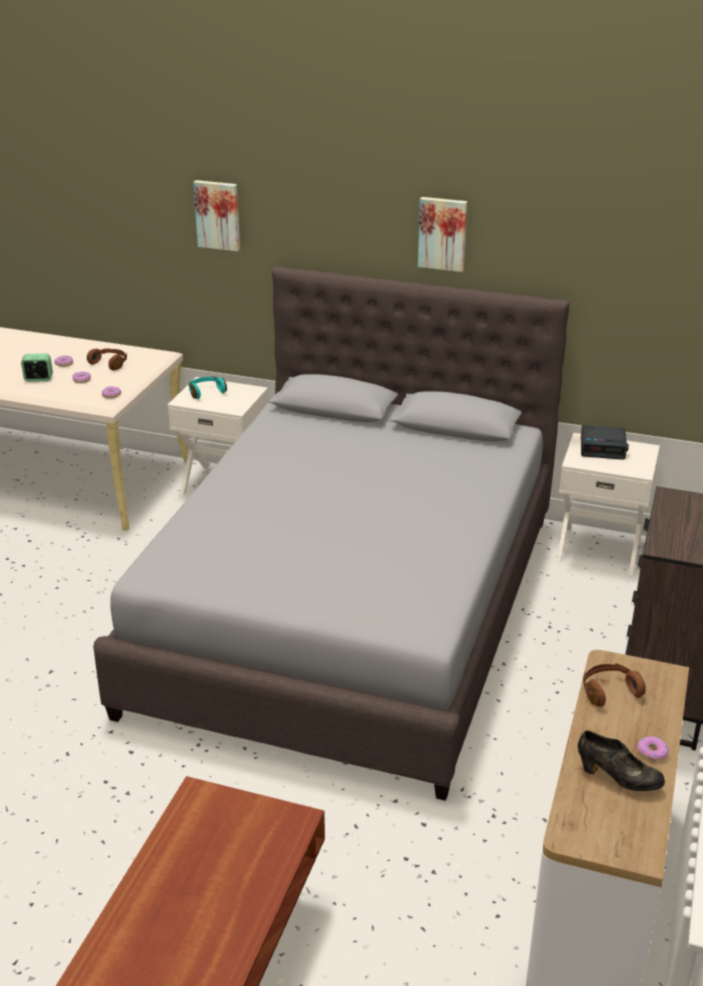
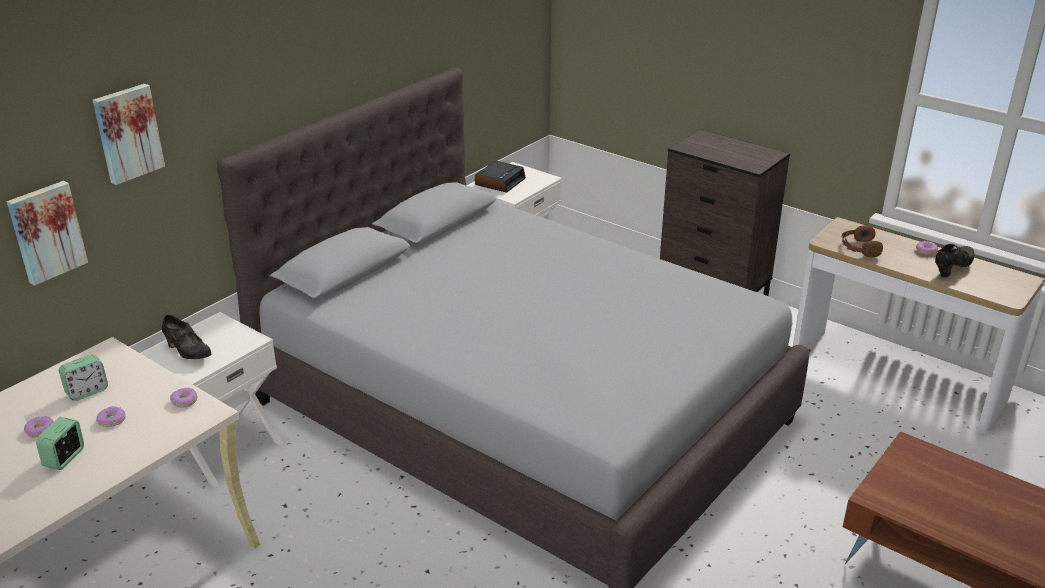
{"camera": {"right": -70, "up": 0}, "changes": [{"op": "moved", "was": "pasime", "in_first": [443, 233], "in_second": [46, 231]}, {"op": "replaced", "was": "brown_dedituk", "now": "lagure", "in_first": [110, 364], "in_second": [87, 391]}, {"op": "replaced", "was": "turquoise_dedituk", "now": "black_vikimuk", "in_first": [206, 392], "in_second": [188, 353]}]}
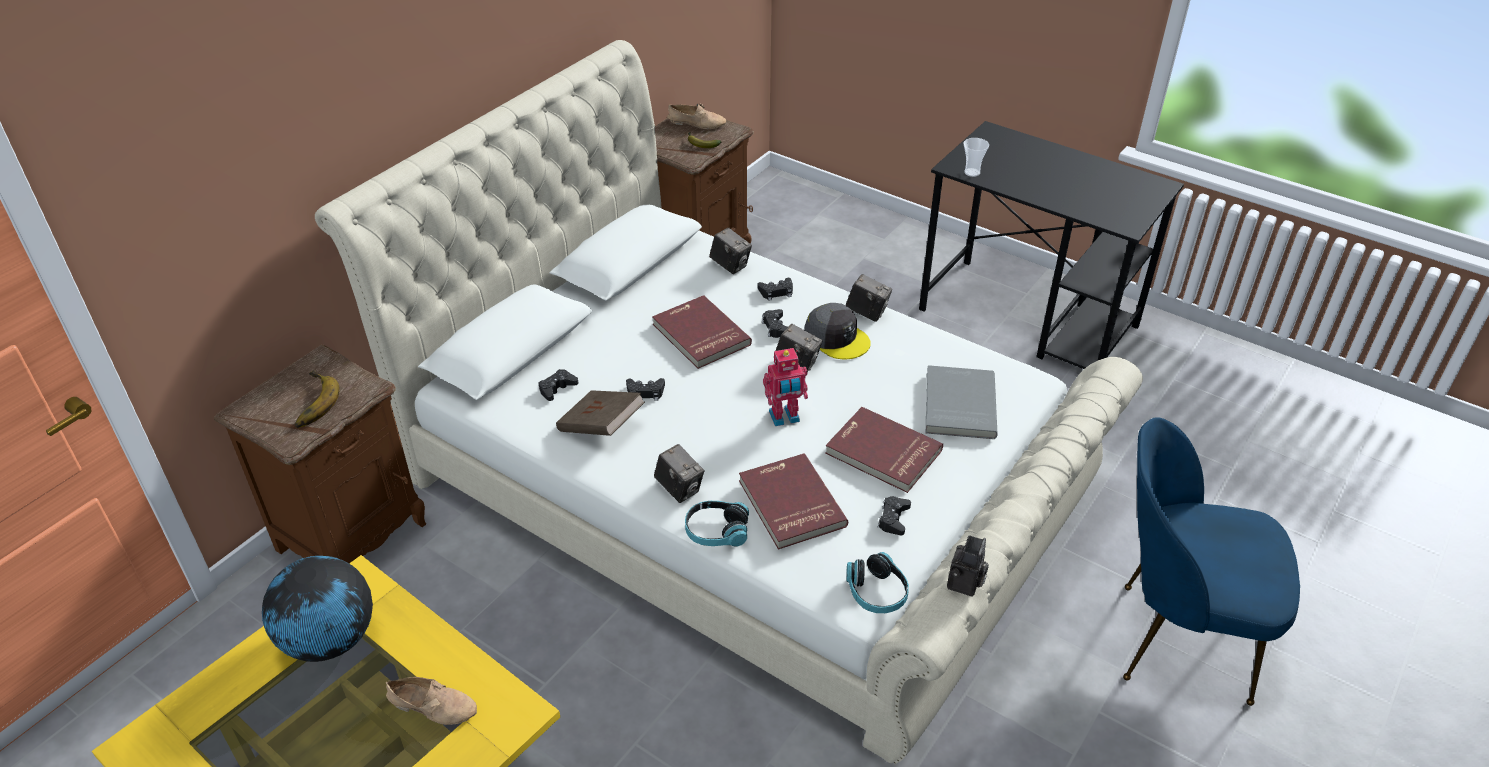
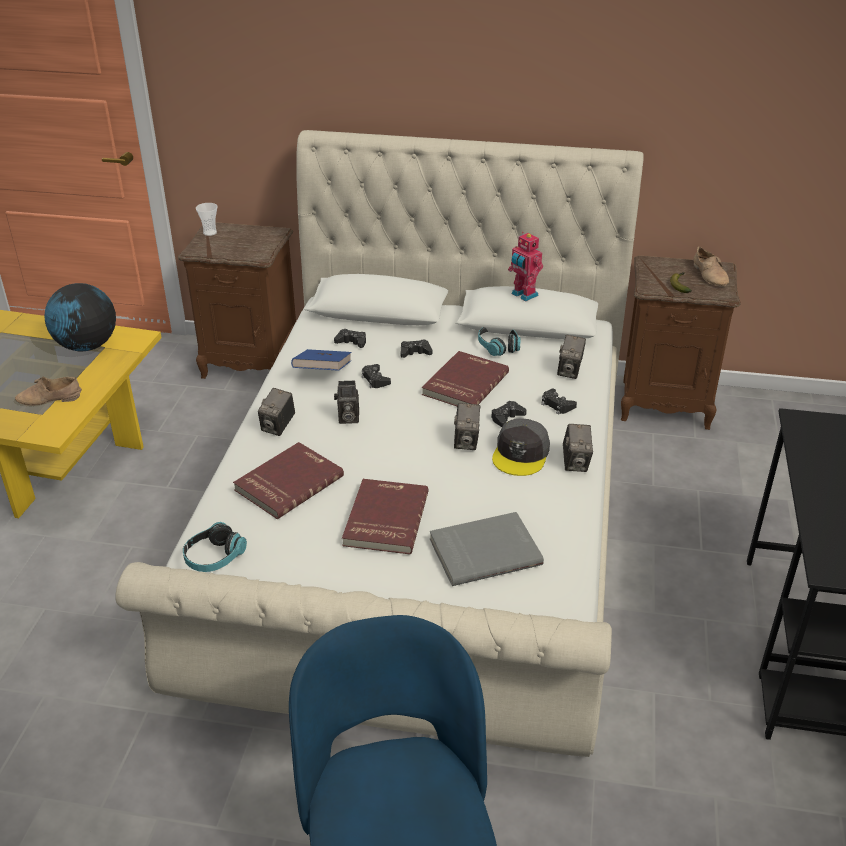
{"camera": {"right": 65, "up": -5}, "changes": [{"op": "removed", "was": "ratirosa", "in_first": [310, 403]}, {"op": "moved", "was": "dedituk", "in_first": [716, 531], "in_second": [498, 346]}, {"op": "moved", "was": "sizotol", "in_first": [784, 418], "in_second": [523, 295]}, {"op": "moved", "was": "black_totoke", "in_first": [893, 519], "in_second": [415, 352]}, {"op": "moved", "was": "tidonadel", "in_first": [965, 585], "in_second": [347, 418]}, {"op": "moved", "was": "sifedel", "in_first": [972, 172], "in_second": [210, 233]}, {"op": "recoloured", "was": "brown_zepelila", "now": "blue_zepelila", "in_first": [601, 427], "in_second": [323, 373]}, {"op": "turned", "was": "beige_vikimuk", "in_first": [434, 704], "in_second": [49, 399], "clockwise": 90}]}
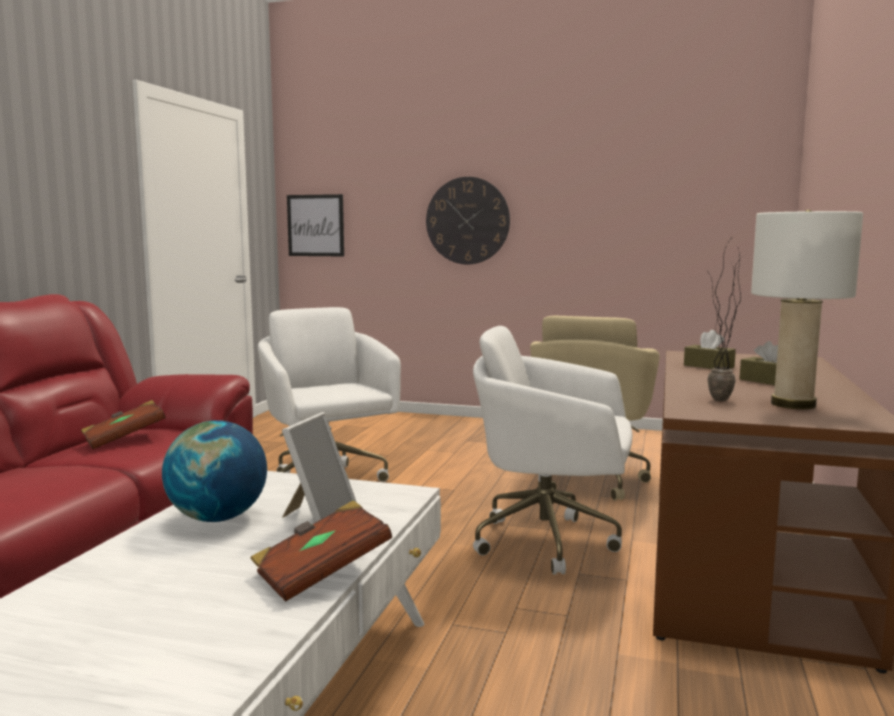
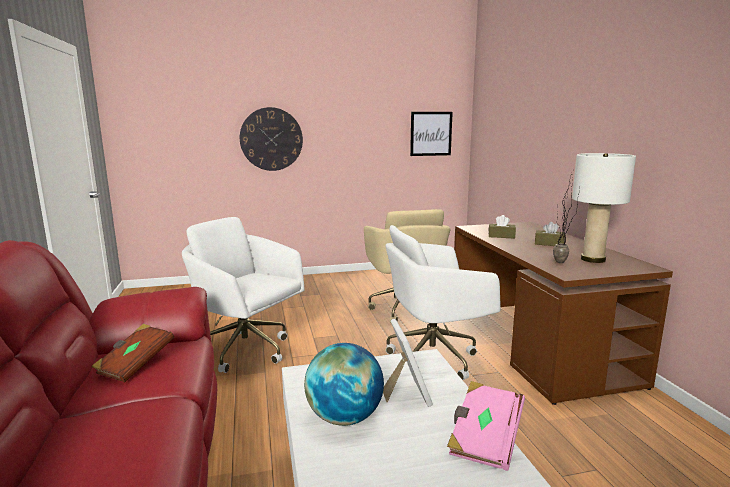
{"camera": {"right": -30, "up": 5}, "changes": [{"op": "moved", "was": "pasime", "in_first": [315, 225], "in_second": [431, 133]}, {"op": "recoloured", "was": "brown_zepelila", "now": "pink_zepelila", "in_first": [321, 573], "in_second": [484, 439]}]}
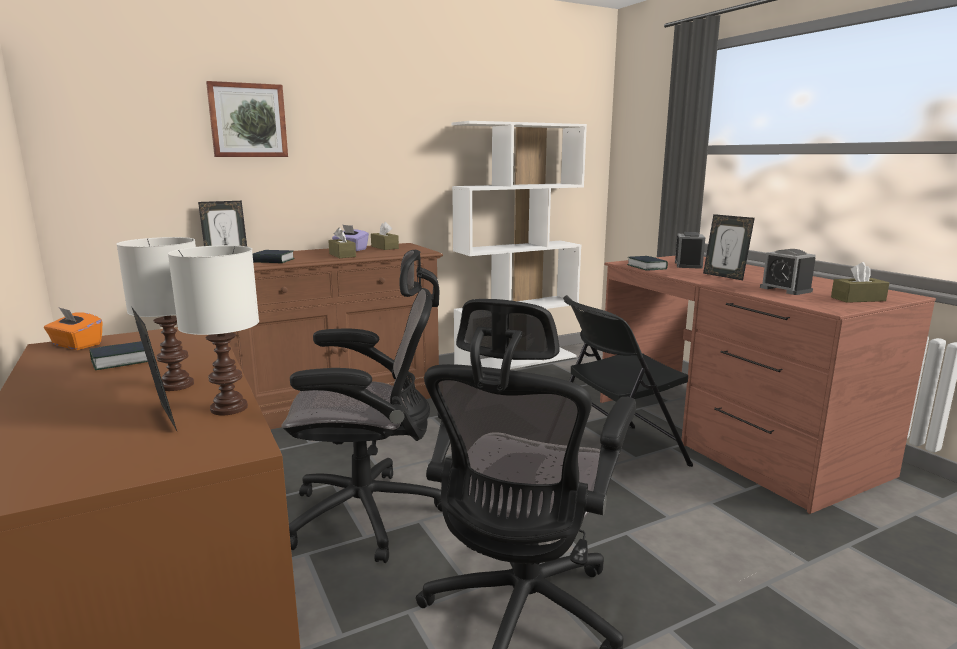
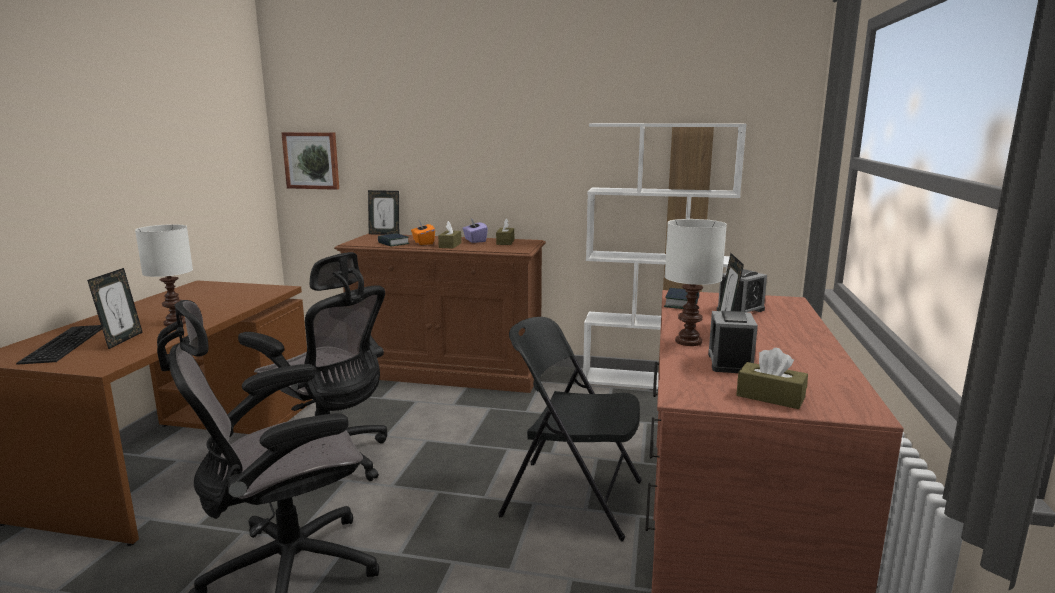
{"camera": {"right": 40, "up": 0}, "changes": [{"op": "removed", "was": "zepelila", "in_first": [122, 361]}, {"op": "added", "now": "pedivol", "in_second": [63, 343]}, {"op": "moved", "was": "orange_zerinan", "in_first": [76, 345], "in_second": [423, 243]}, {"op": "moved", "was": "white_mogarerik", "in_first": [230, 408], "in_second": [689, 341]}, {"op": "moved", "was": "pasime", "in_first": [248, 120], "in_second": [312, 160]}]}
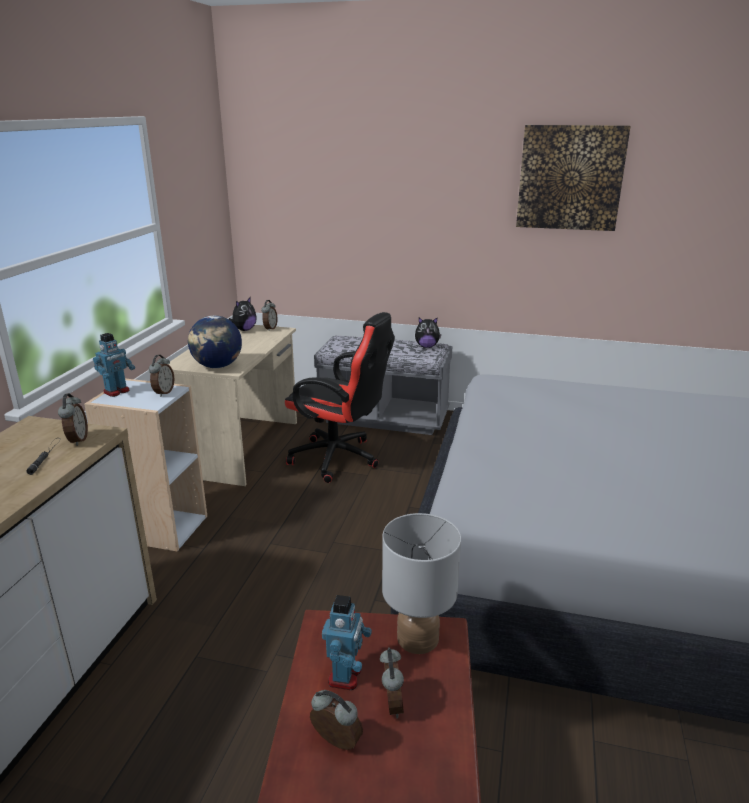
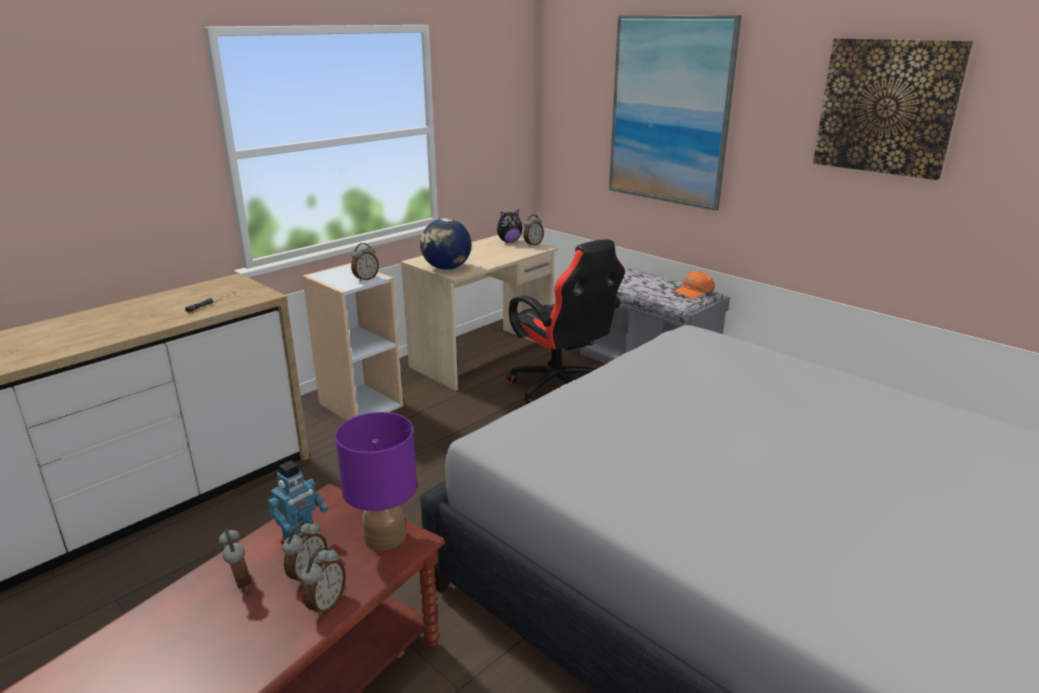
{"camera": {"right": 30, "up": 0}, "changes": [{"op": "removed", "was": "sizotol", "in_first": [117, 392]}, {"op": "added", "now": "pasime", "in_second": [670, 111]}, {"op": "moved", "was": "lagure", "in_first": [77, 440], "in_second": [326, 604]}, {"op": "replaced", "was": "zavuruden", "now": "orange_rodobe", "in_first": [427, 346], "in_second": [693, 291]}, {"op": "recoloured", "was": "grey_mogarerik", "now": "purple_mogarerik", "in_first": [418, 639], "in_second": [385, 538]}]}
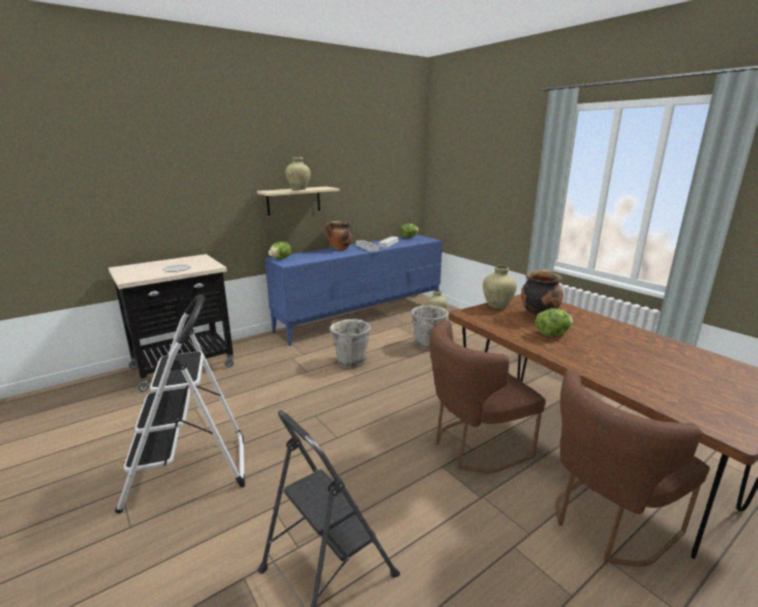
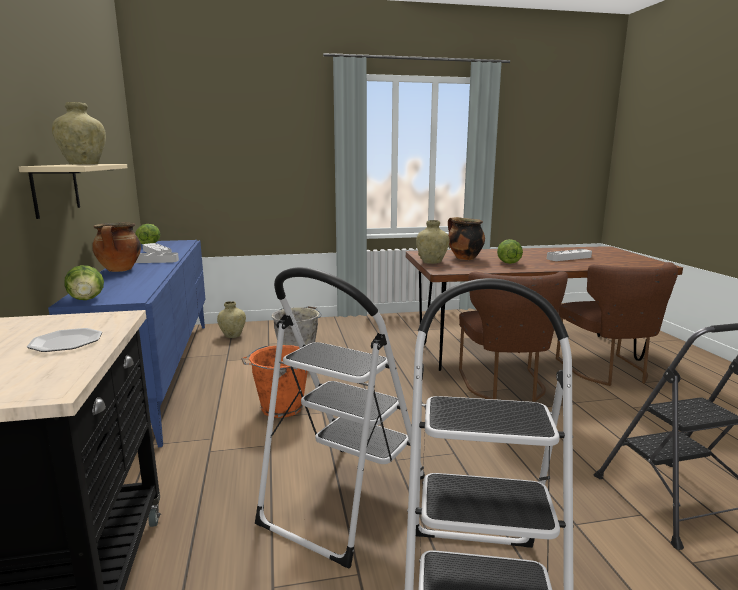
{"camera": {"right": -65, "up": -5}, "changes": [{"op": "added", "now": "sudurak", "in_second": [341, 501]}, {"op": "added", "now": "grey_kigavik", "in_second": [569, 258]}, {"op": "recoloured", "was": "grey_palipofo", "now": "orange_palipofo", "in_first": [350, 361], "in_second": [280, 408]}]}
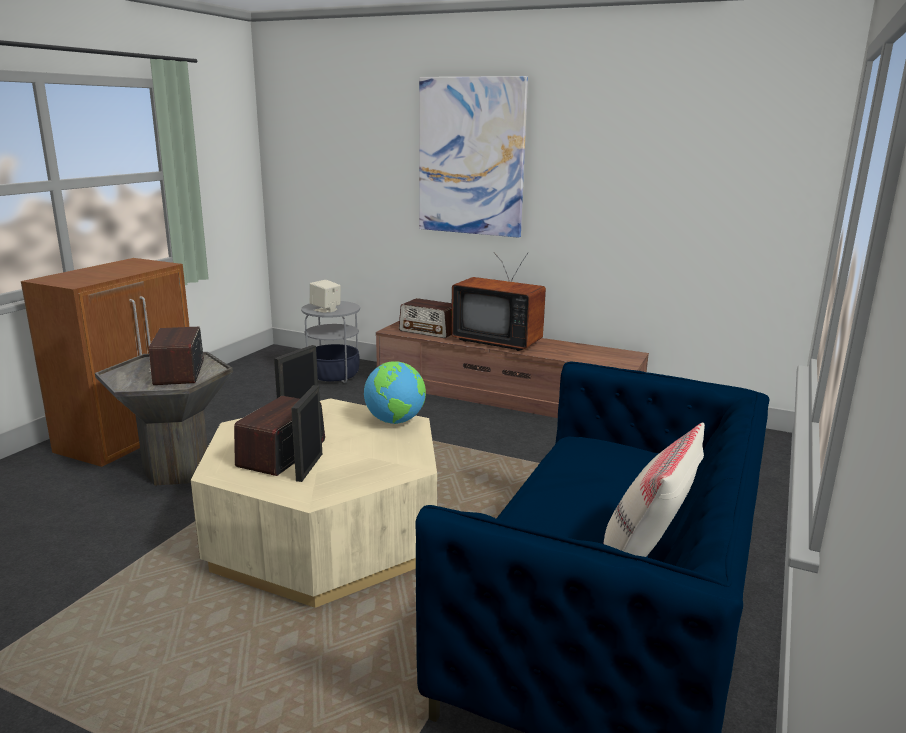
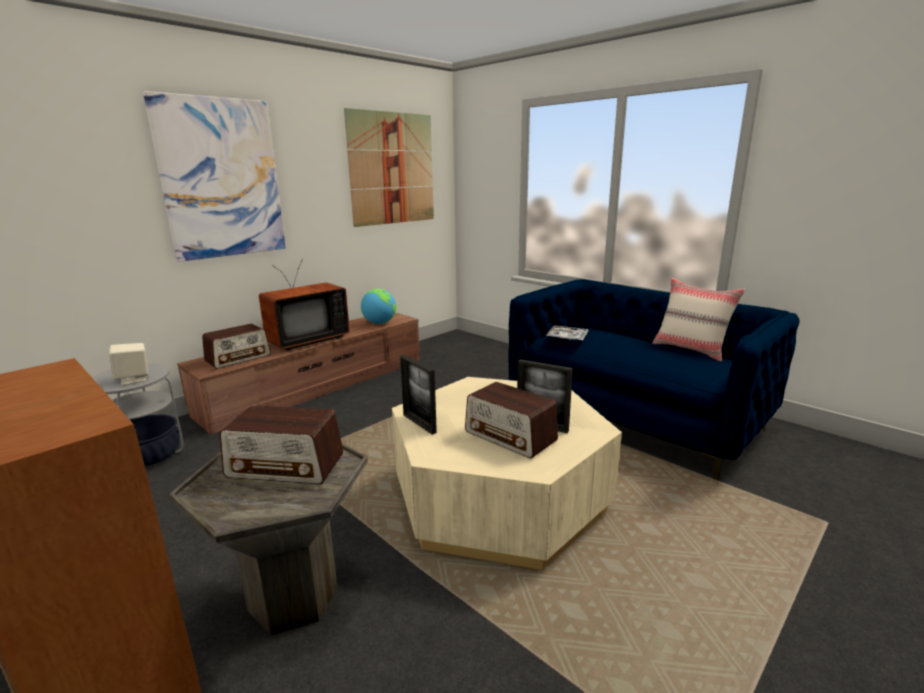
{"camera": {"right": -70, "up": 0}, "changes": [{"op": "added", "now": "pasime", "in_second": [392, 169]}, {"op": "added", "now": "kigavik", "in_second": [567, 338]}, {"op": "moved", "was": "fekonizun", "in_first": [395, 421], "in_second": [379, 323]}]}
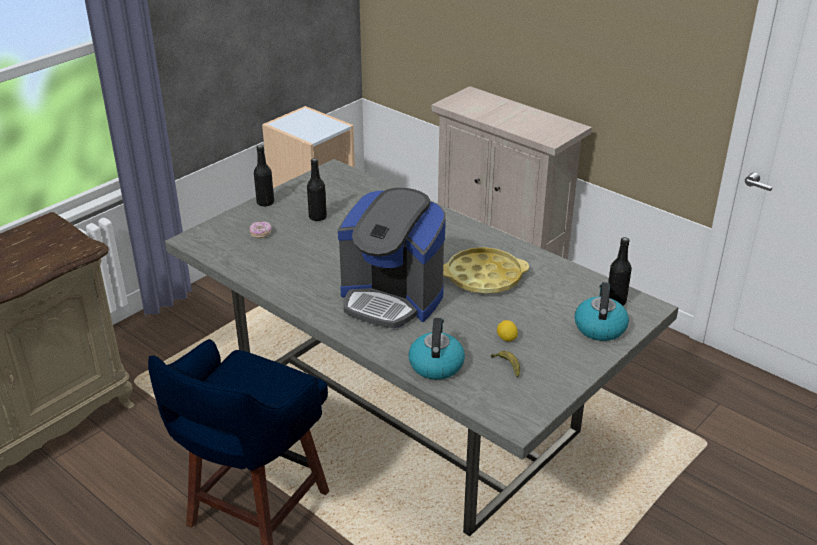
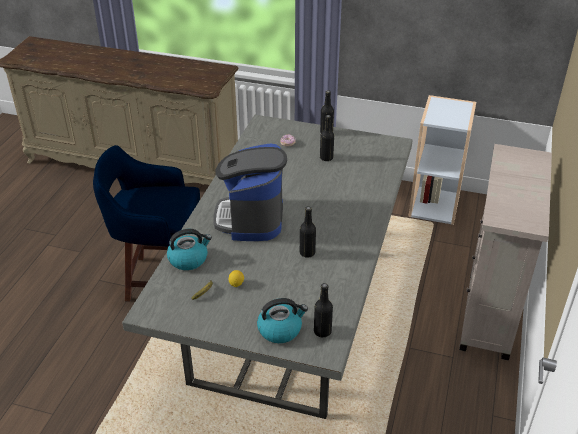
{"camera": {"right": 65, "up": 5}, "changes": [{"op": "replaced", "was": "yellow_kigavik", "now": "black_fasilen", "in_first": [484, 277], "in_second": [307, 253]}]}
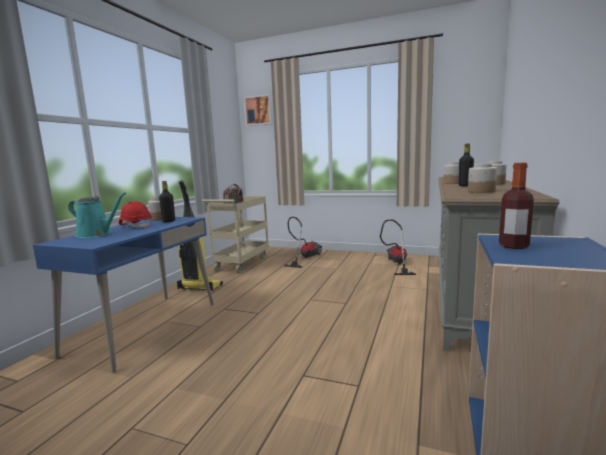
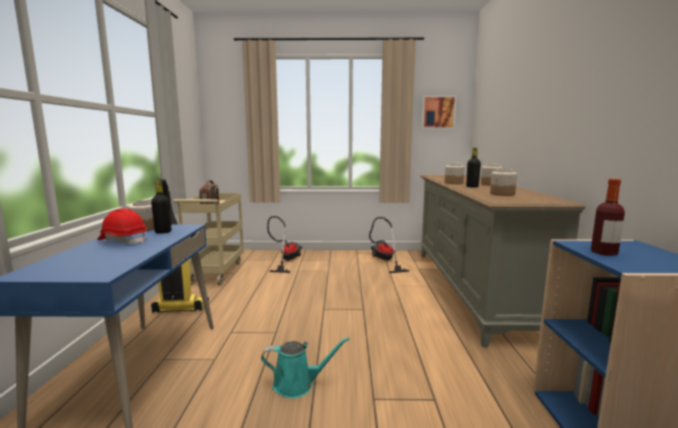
{"camera": {"right": -20, "up": 0}, "changes": [{"op": "moved", "was": "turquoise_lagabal", "in_first": [97, 234], "in_second": [297, 384]}, {"op": "moved", "was": "pasime", "in_first": [258, 110], "in_second": [438, 112]}]}
